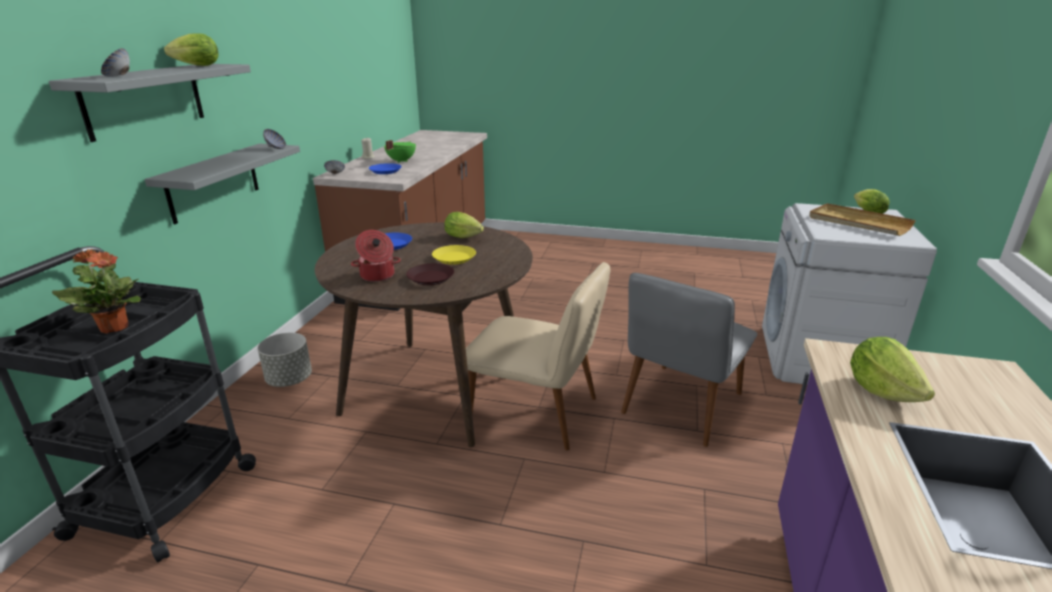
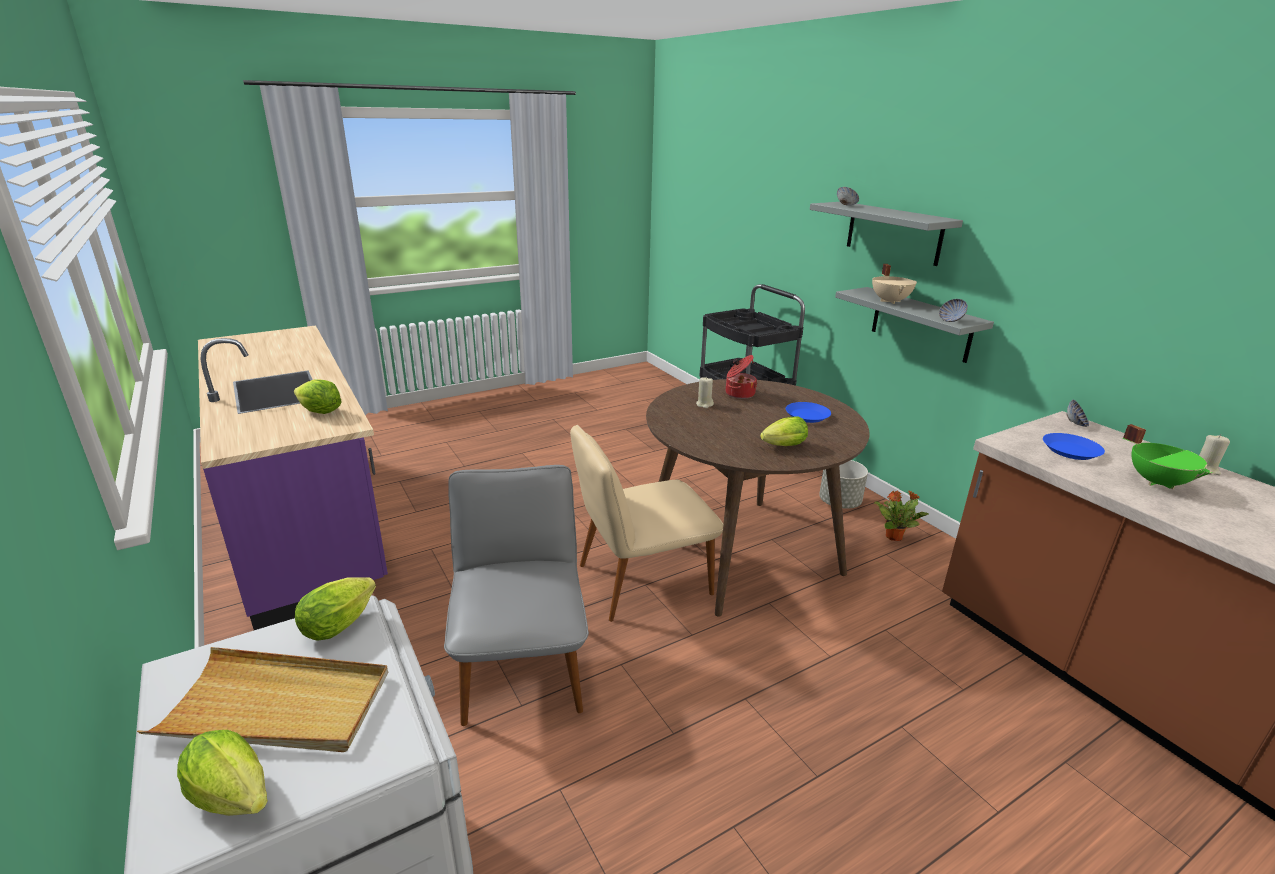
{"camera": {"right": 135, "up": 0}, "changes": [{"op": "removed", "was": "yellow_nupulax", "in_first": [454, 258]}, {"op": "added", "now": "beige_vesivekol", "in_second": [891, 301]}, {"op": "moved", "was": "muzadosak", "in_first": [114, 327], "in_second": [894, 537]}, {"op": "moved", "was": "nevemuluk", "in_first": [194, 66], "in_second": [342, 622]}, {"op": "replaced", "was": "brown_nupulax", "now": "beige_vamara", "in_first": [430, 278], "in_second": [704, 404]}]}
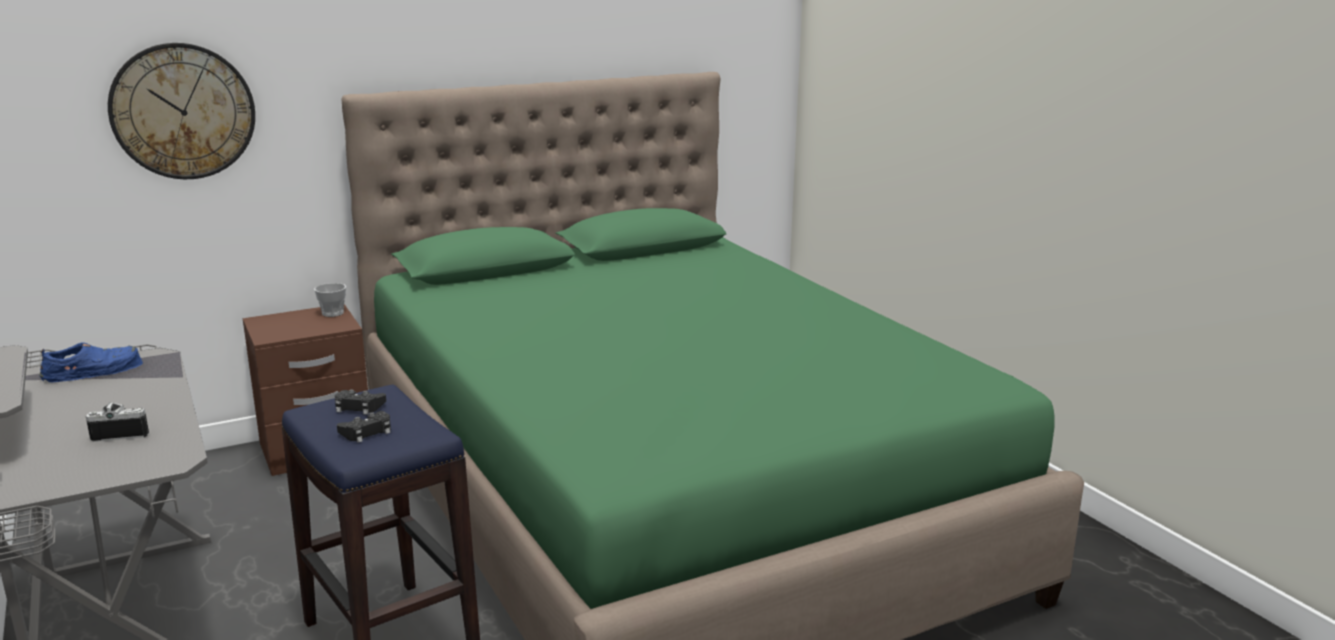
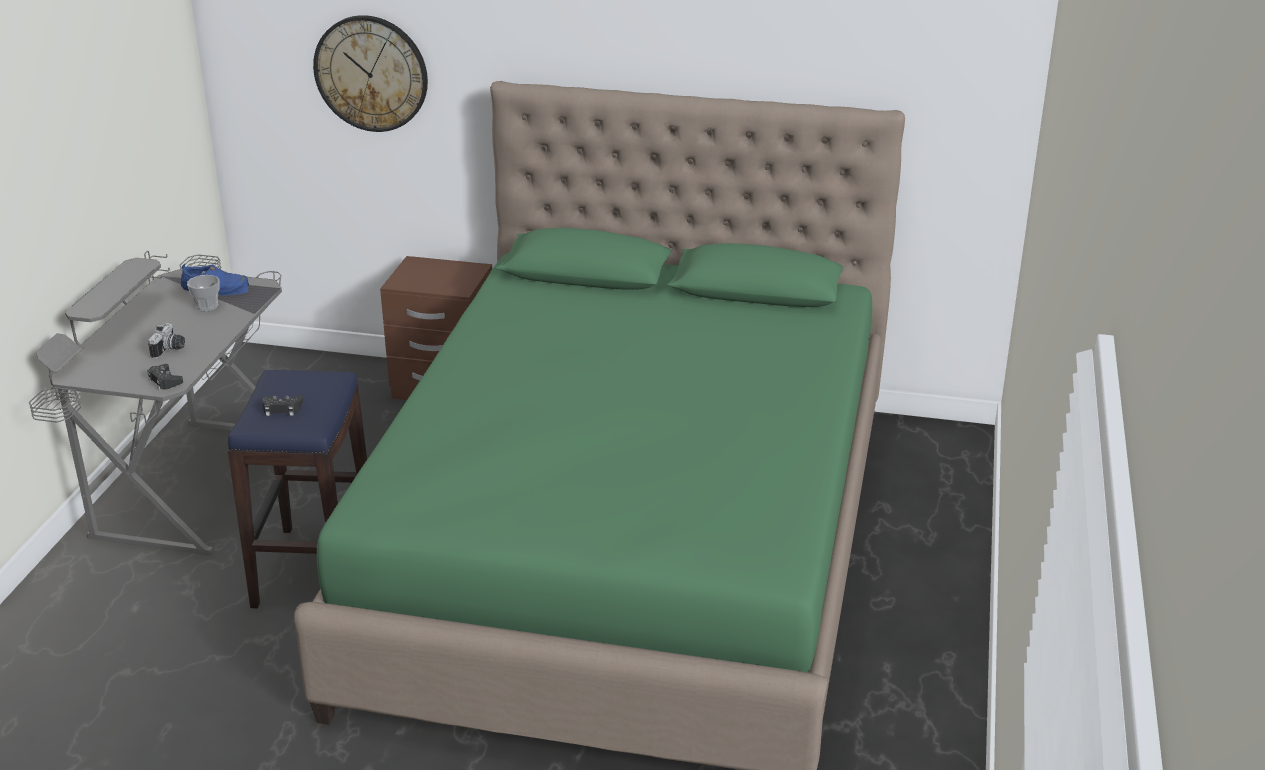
{"camera": {"right": 40, "up": 10}, "changes": [{"op": "moved", "was": "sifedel", "in_first": [333, 313], "in_second": [207, 306]}, {"op": "moved", "was": "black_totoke", "in_first": [358, 407], "in_second": [164, 381]}, {"op": "turned", "was": "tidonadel", "in_first": [122, 432], "in_second": [170, 350], "clockwise": 75}]}
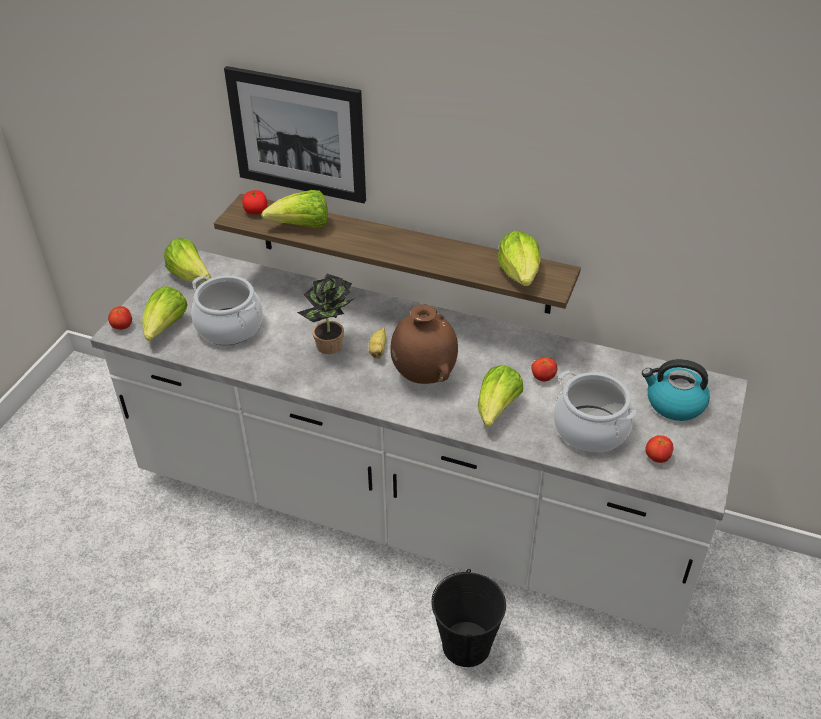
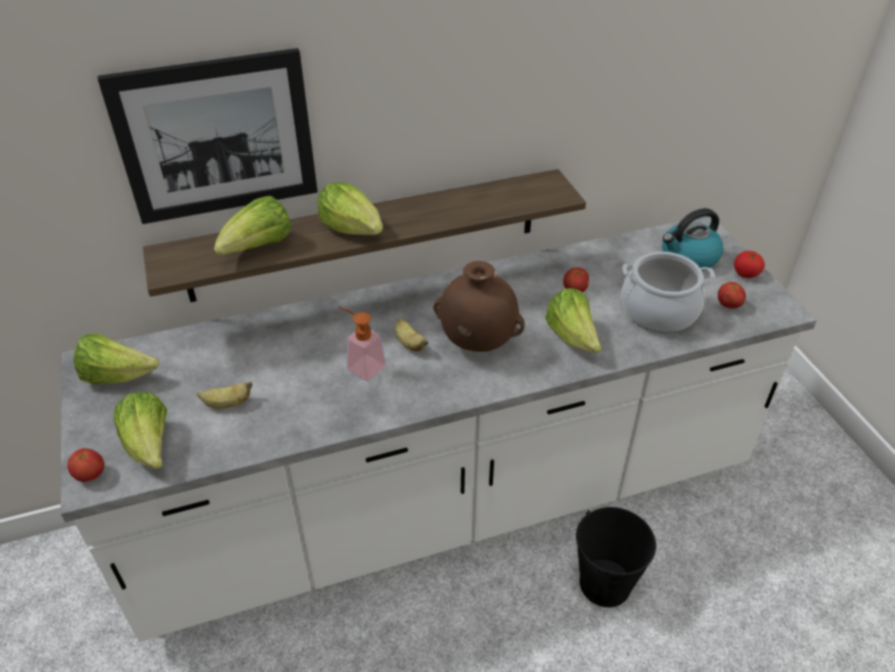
{"camera": {"right": -40, "up": 0}, "changes": [{"op": "moved", "was": "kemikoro", "in_first": [256, 211], "in_second": [746, 273]}, {"op": "moved", "was": "nevemuluk", "in_first": [520, 274], "in_second": [352, 228]}, {"op": "replaced", "was": "vesivekol", "now": "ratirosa", "in_first": [229, 327], "in_second": [227, 404]}, {"op": "replaced", "was": "muzadosak", "now": "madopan", "in_first": [331, 348], "in_second": [361, 366]}]}
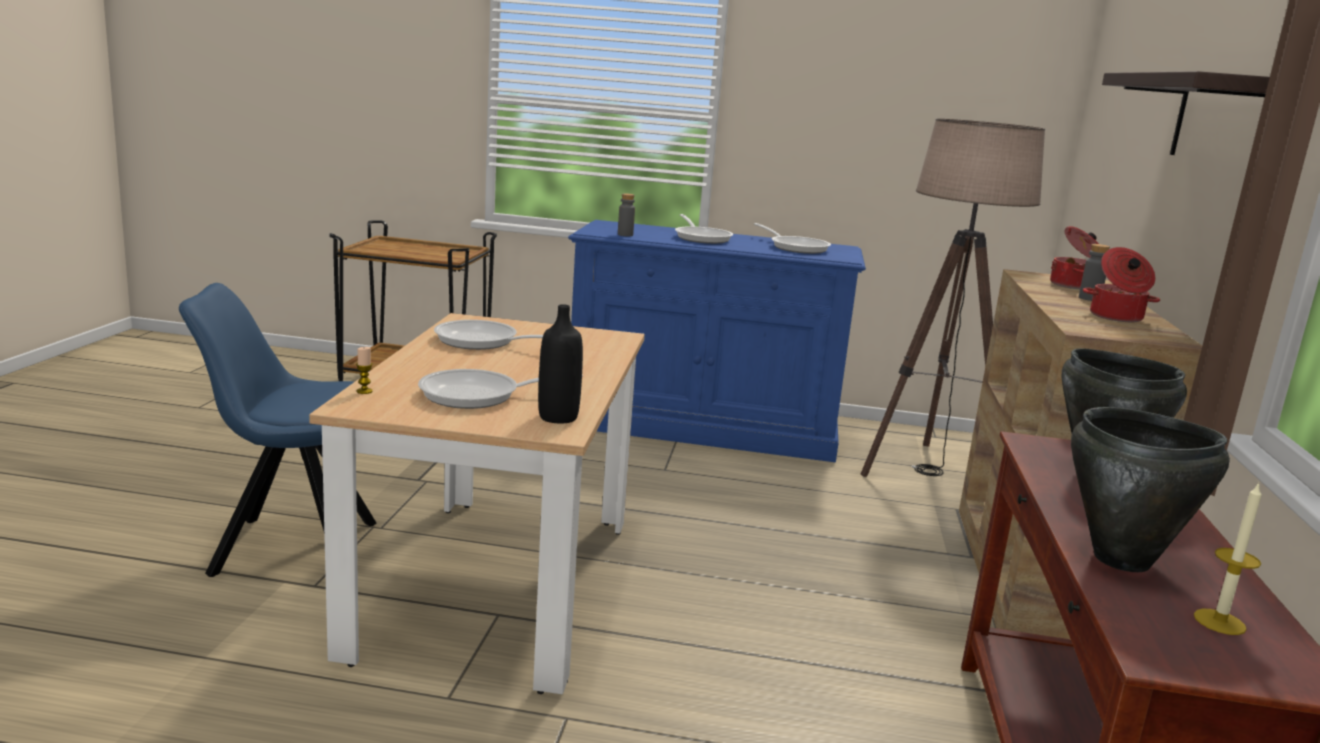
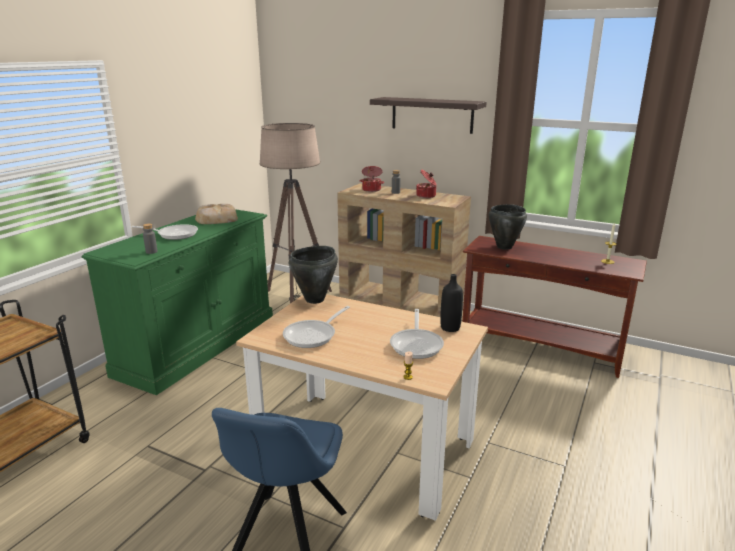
{"camera": {"right": -70, "up": 5}, "changes": [{"op": "moved", "was": "black_vesivekol", "in_first": [1122, 560], "in_second": [315, 299]}, {"op": "replaced", "was": "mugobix", "now": "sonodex", "in_first": [796, 247], "in_second": [216, 219]}, {"op": "recoloured", "was": "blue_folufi", "now": "green_folufi", "in_first": [703, 428], "in_second": [199, 344]}]}
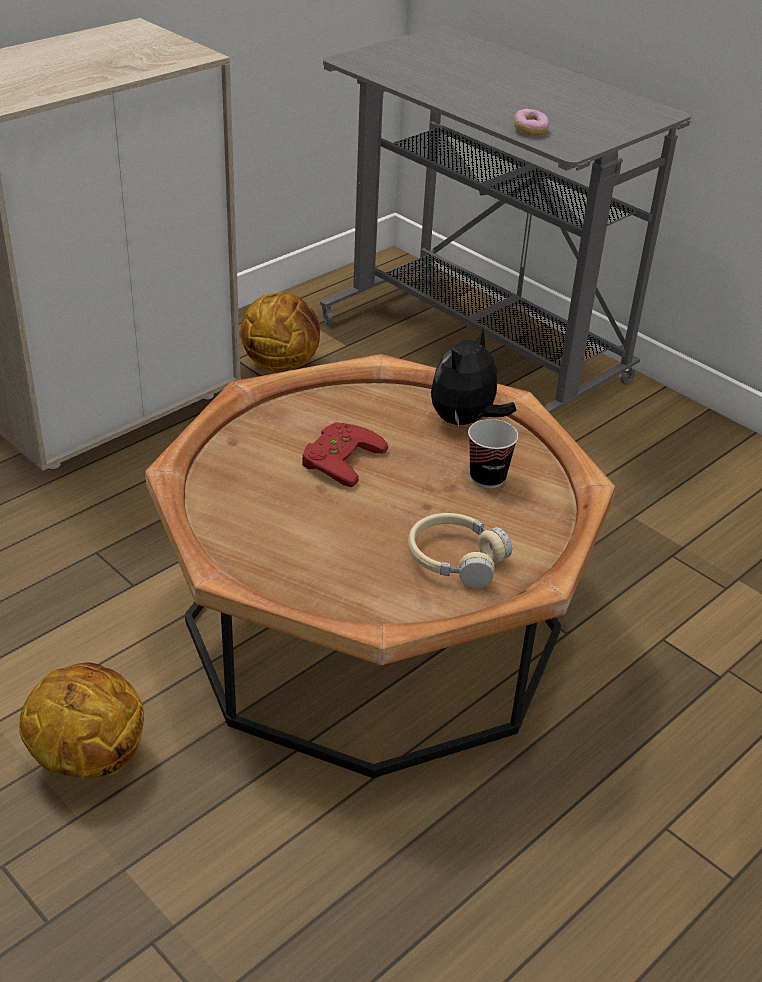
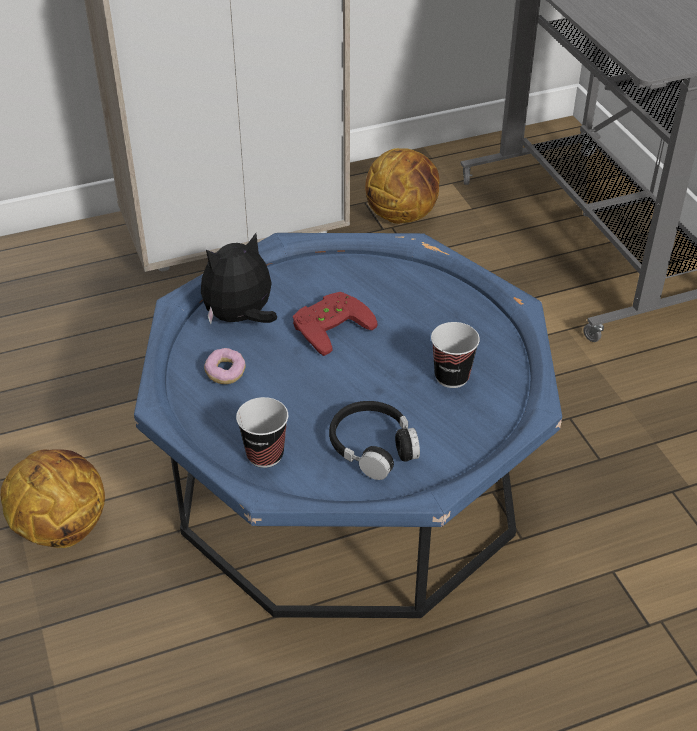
{"camera": {"right": 25, "up": 5}, "changes": [{"op": "added", "now": "sifedel", "in_second": [265, 454]}, {"op": "moved", "was": "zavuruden", "in_first": [465, 421], "in_second": [240, 318]}, {"op": "moved", "was": "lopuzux", "in_first": [530, 130], "in_second": [225, 373]}, {"op": "recoloured", "was": "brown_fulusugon", "now": "blue_fulusugon", "in_first": [373, 627], "in_second": [348, 482]}, {"op": "recoloured", "was": "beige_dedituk", "now": "black_dedituk", "in_first": [455, 559], "in_second": [373, 447]}]}
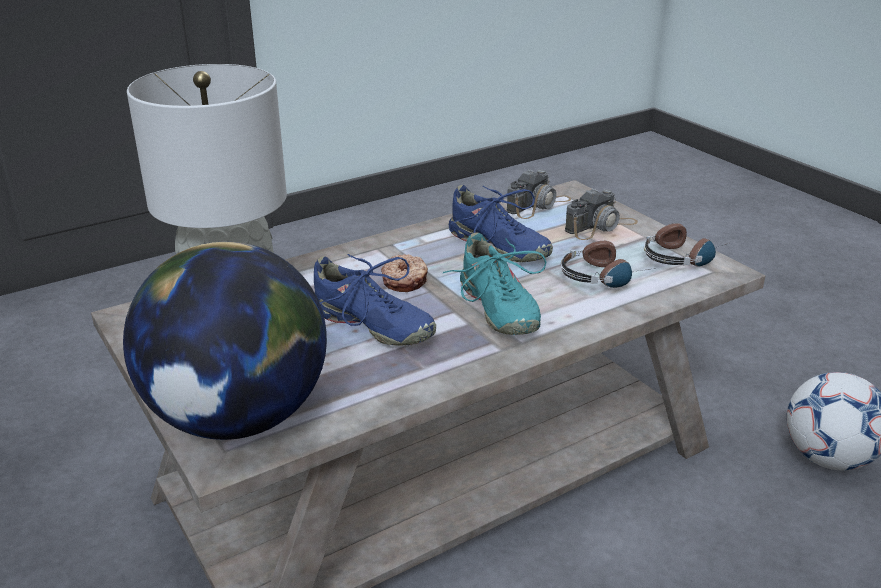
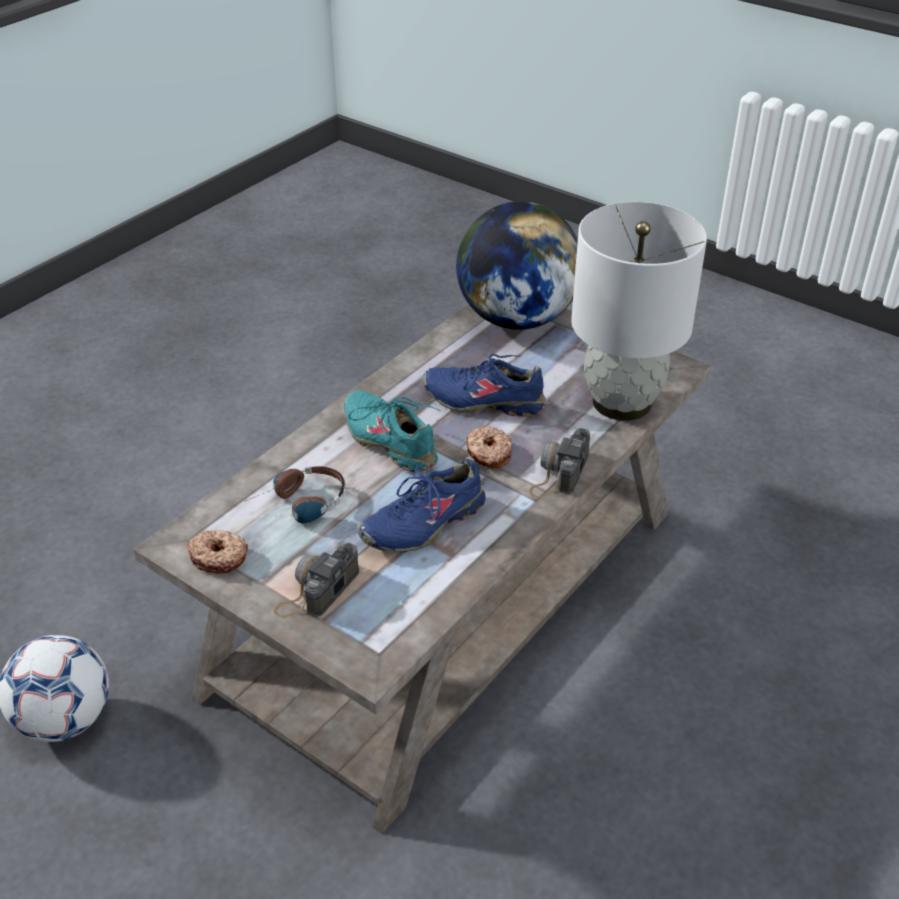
{"camera": {"right": 160, "up": 10}, "changes": [{"op": "moved", "was": "tidonadel", "in_first": [538, 205], "in_second": [559, 473]}, {"op": "replaced", "was": "dedituk", "now": "lopuzux", "in_first": [683, 256], "in_second": [219, 557]}, {"op": "turned", "was": "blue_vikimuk", "in_first": [498, 247], "in_second": [423, 523], "clockwise": -60}]}
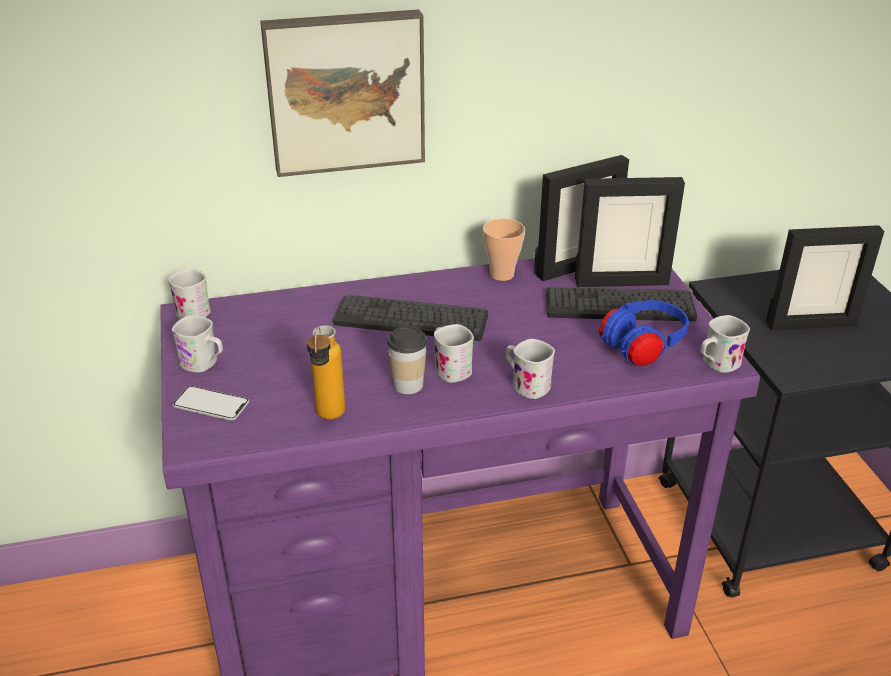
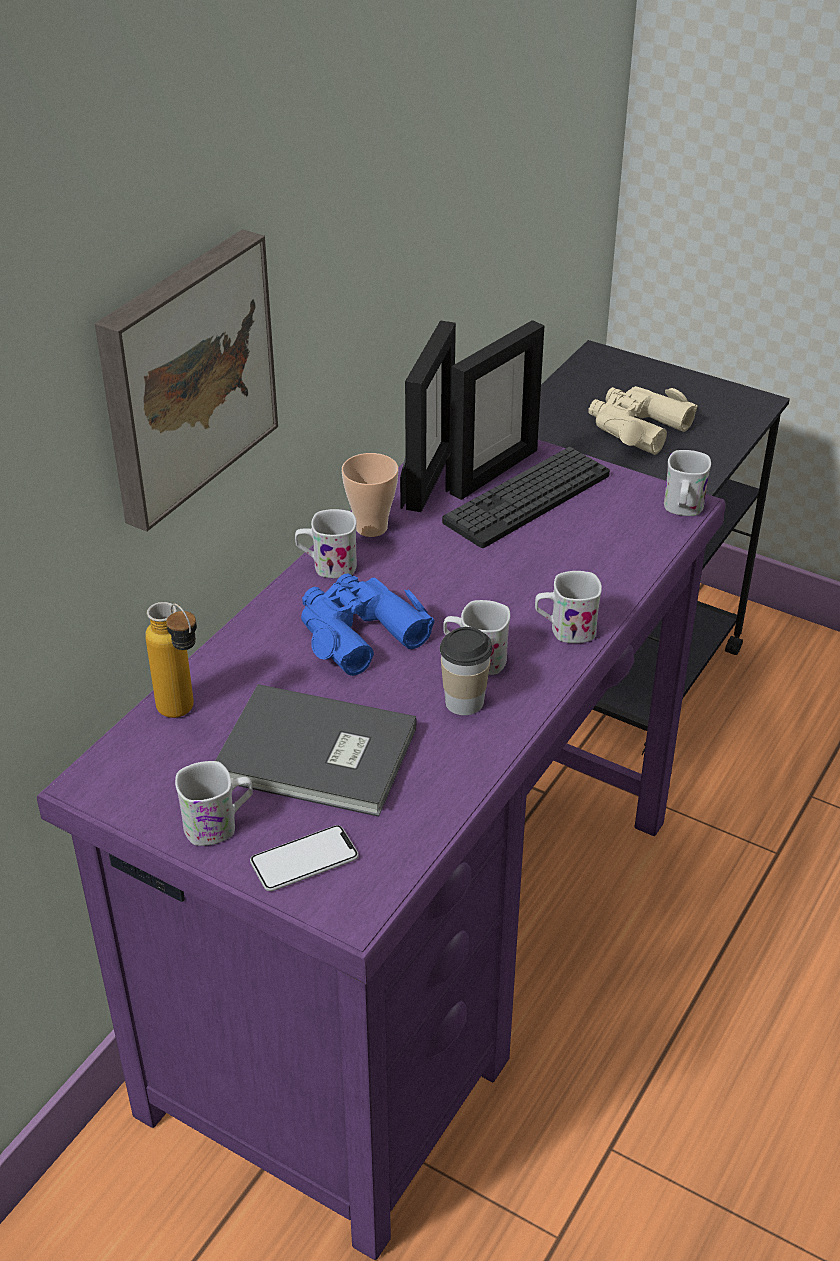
{"camera": {"right": -45, "up": 5}, "changes": [{"op": "removed", "was": "blue_dedituk", "in_first": [642, 348]}, {"op": "added", "now": "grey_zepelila", "in_second": [317, 758]}, {"op": "moved", "was": "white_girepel", "in_first": [189, 310], "in_second": [327, 566]}, {"op": "moved", "was": "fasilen", "in_first": [328, 419], "in_second": [184, 715]}, {"op": "replaced", "was": "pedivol", "now": "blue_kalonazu", "in_first": [411, 319], "in_second": [358, 631]}, {"op": "replaced", "was": "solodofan", "now": "beige_kalonazu", "in_first": [811, 323], "in_second": [637, 427]}]}
